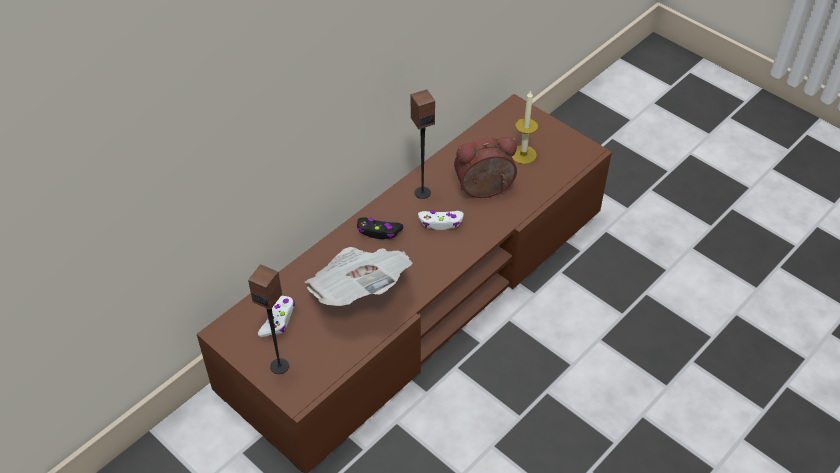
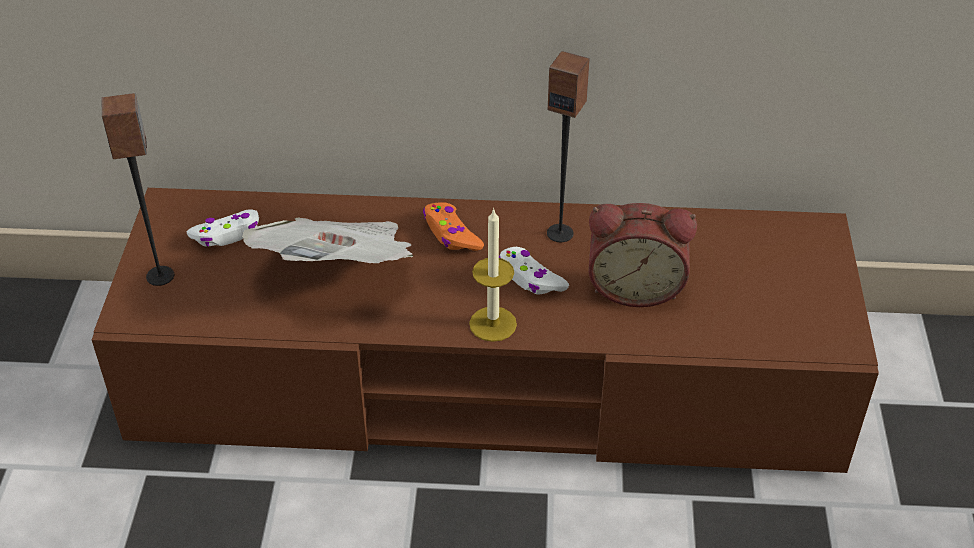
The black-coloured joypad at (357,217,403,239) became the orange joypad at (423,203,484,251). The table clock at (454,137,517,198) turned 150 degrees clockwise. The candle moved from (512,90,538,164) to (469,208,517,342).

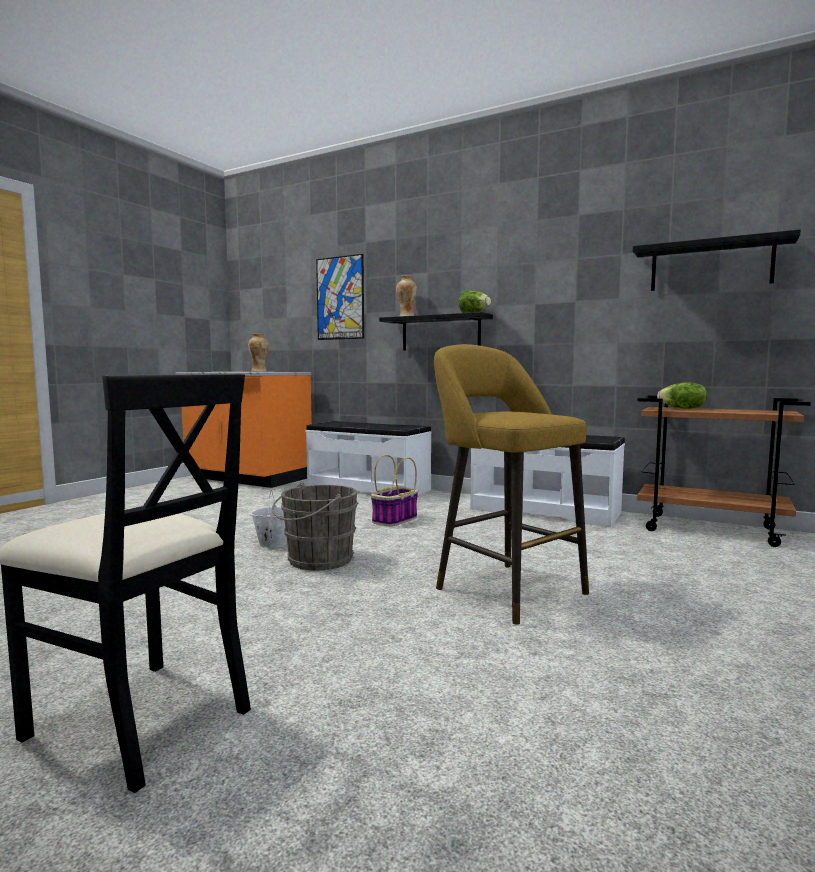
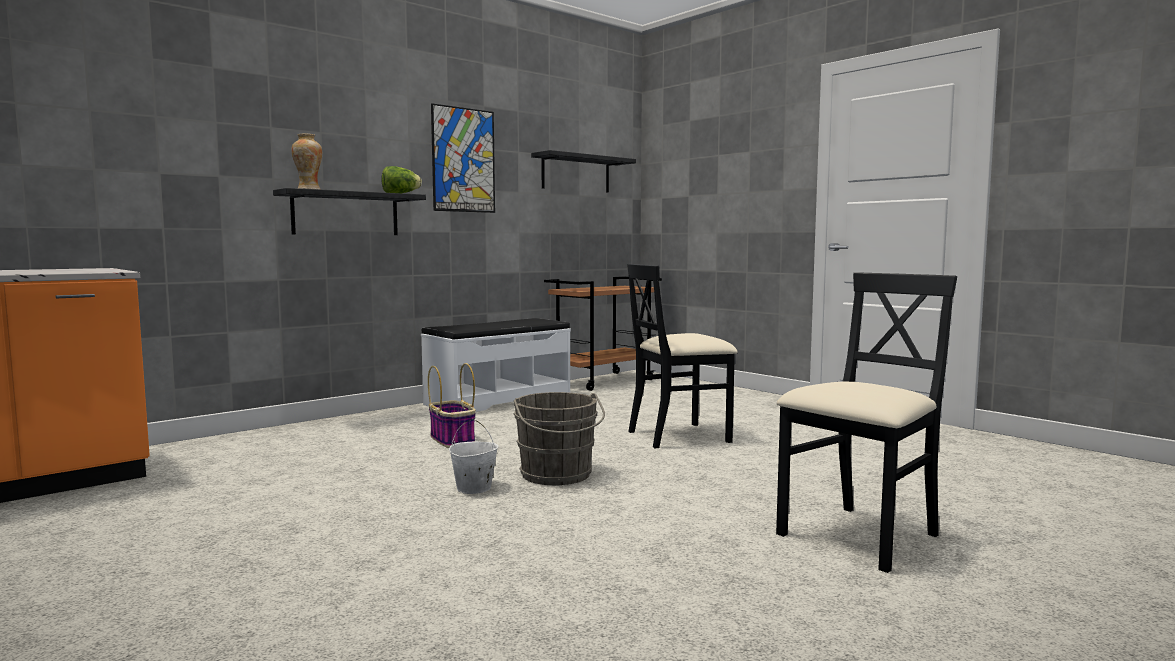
The flower vase at (248,333,269,372) disappeared. The white-coloured indoor bench at (306,421,432,496) disappeared. The wall art moved from (316,254,364,340) to (431,103,495,213). The yellowish stool seat at (434,344,589,625) was replaced by the black-coloured plain chair at (627,264,737,448). The lettuce head at (657,382,707,409) disappeared.

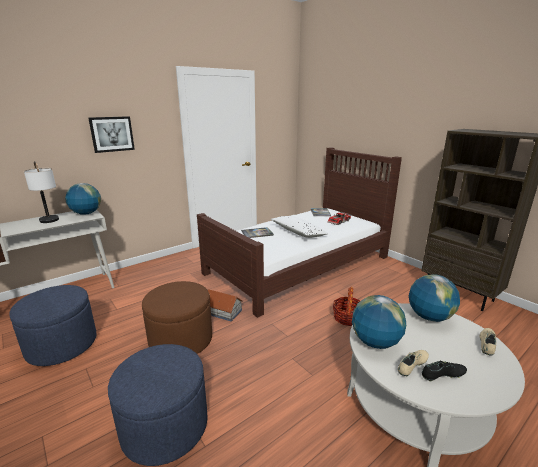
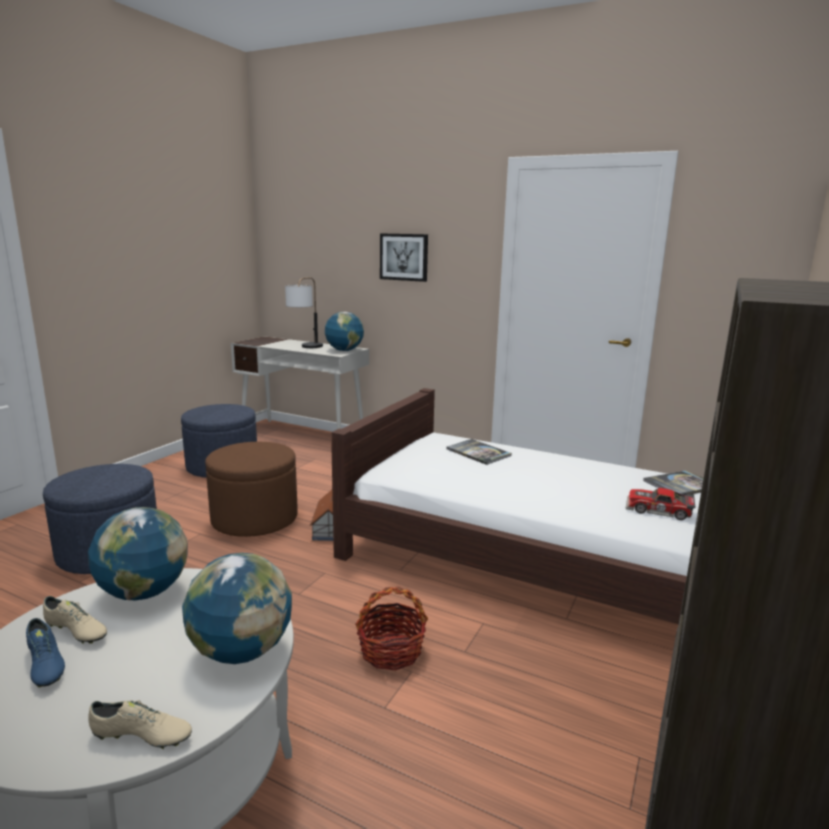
The white-coloured throw pillow at (271,216,329,238) disappeared. The black-coloured shoe at (422,360,467,382) became the blue shoe at (26,618,65,688).

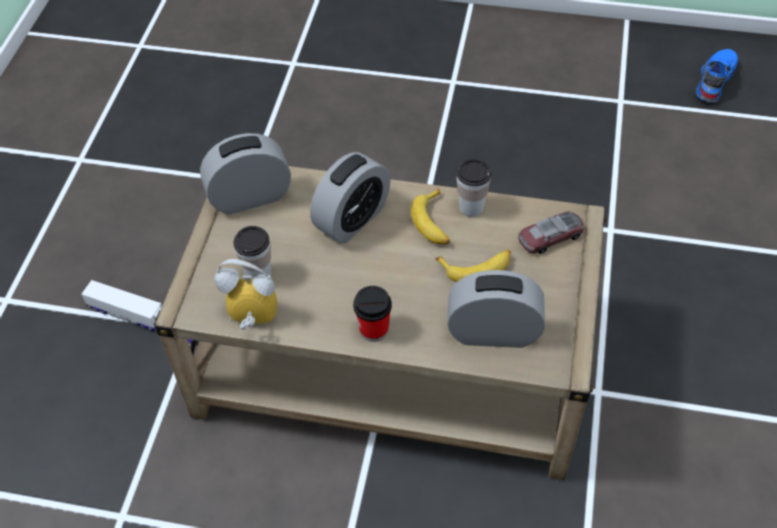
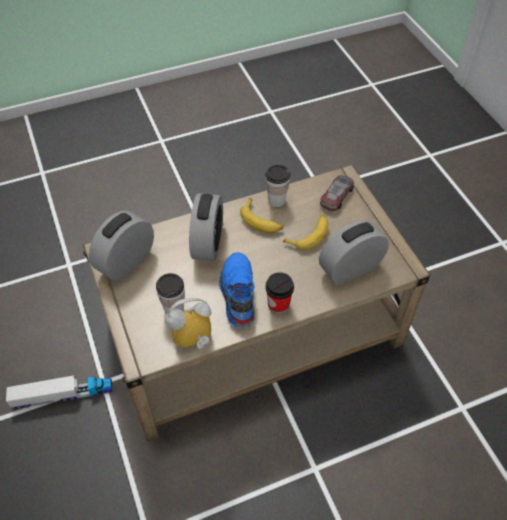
The blue shoe moved from (696,49,738,102) to (219,252,255,328).

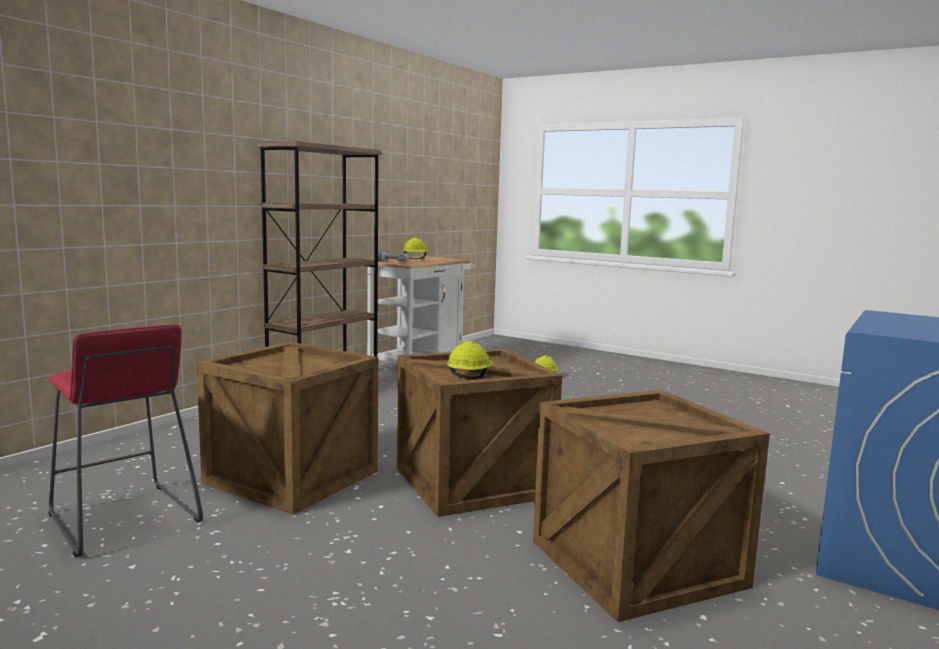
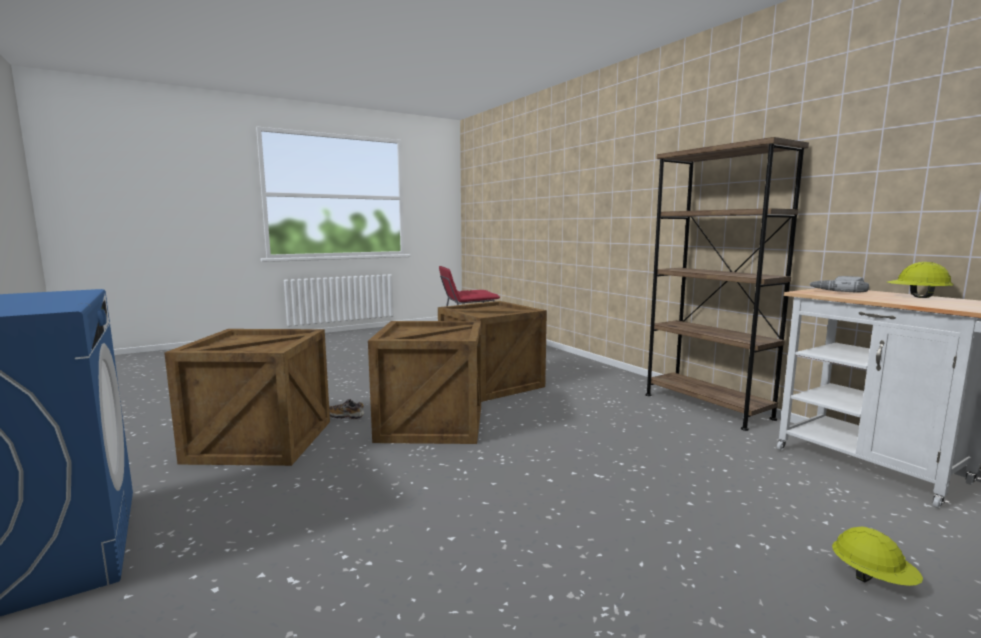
The yellowish safety helmet at (447,341,493,379) disappeared. The shoe at (329,399,364,420) appeared.

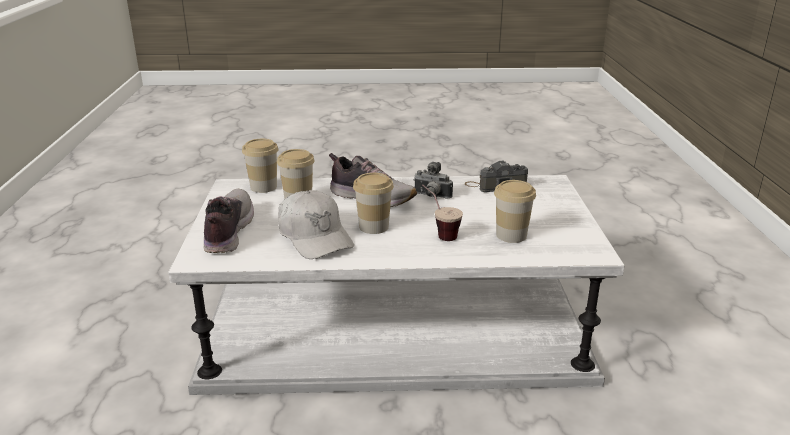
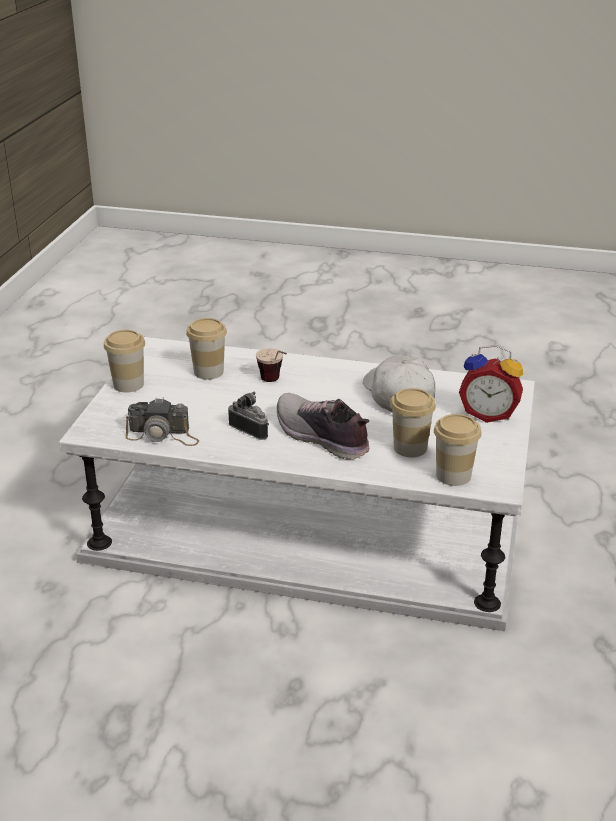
The shoe at (203,189,254,253) was replaced by the table clock at (459,345,523,423). The small cup moved from (353,173,394,234) to (104,330,145,392).

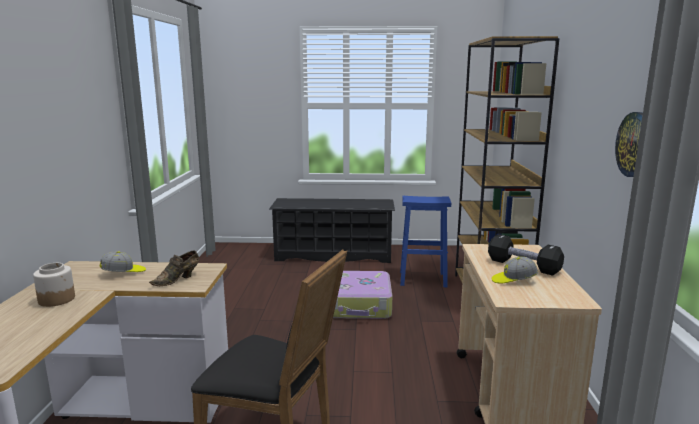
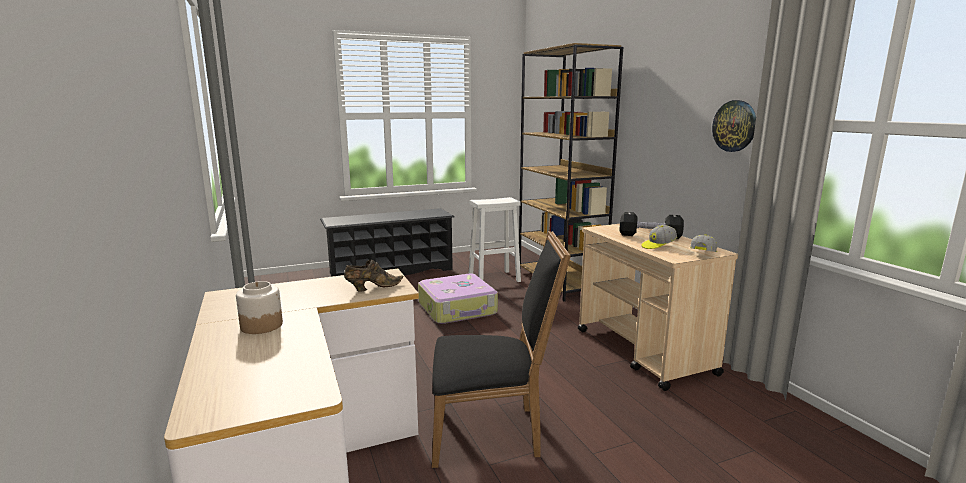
The baseball cap moved from (100,251,146,272) to (690,234,717,252). The brown shoe at (149,250,199,286) turned 135 degrees counterclockwise. The blue stool seat at (400,196,451,287) became the white-coloured stool seat at (469,197,521,282).

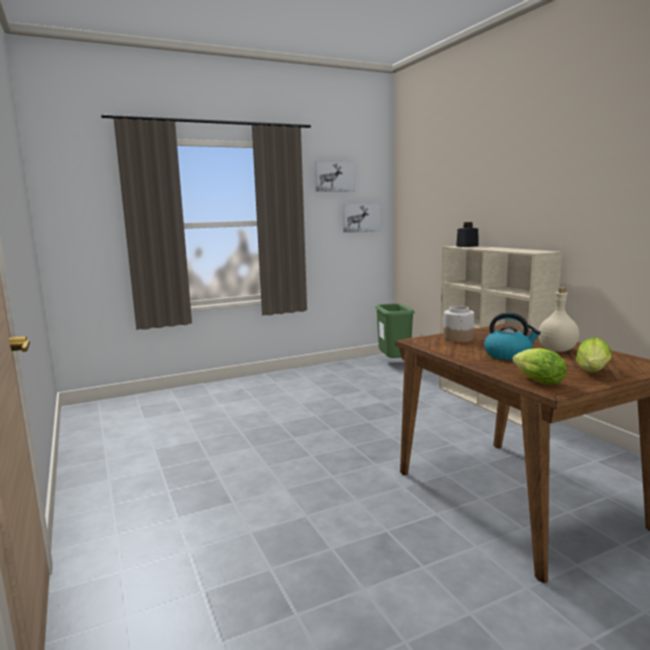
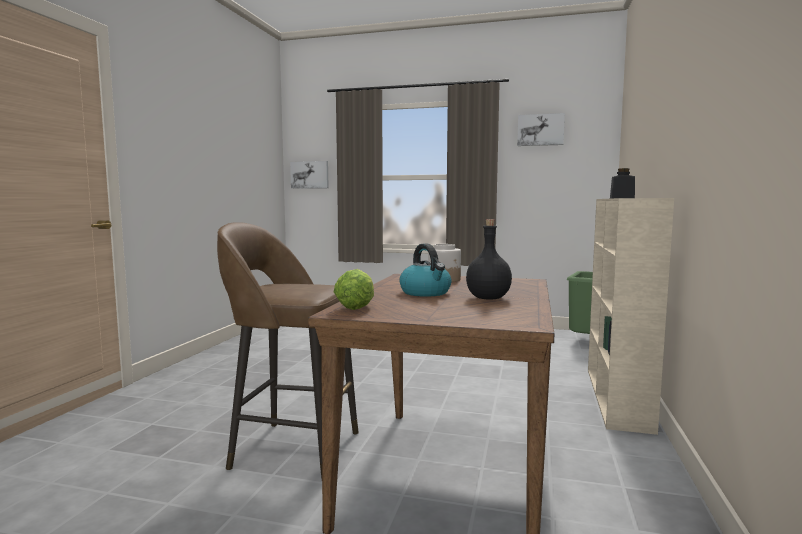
The wall art moved from (343,204,380,233) to (290,161,329,189). The sand-coloured drink bottle at (538,287,579,352) became the black-coloured drink bottle at (466,219,512,299). The lettuce head at (576,337,612,372) disappeared. The brown stool seat at (217,222,359,479) appeared.

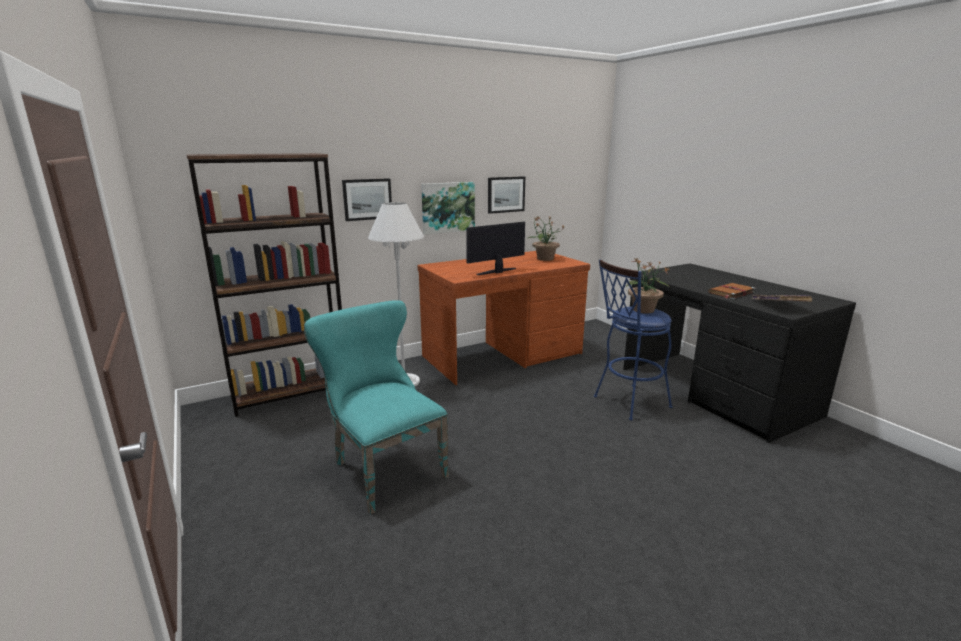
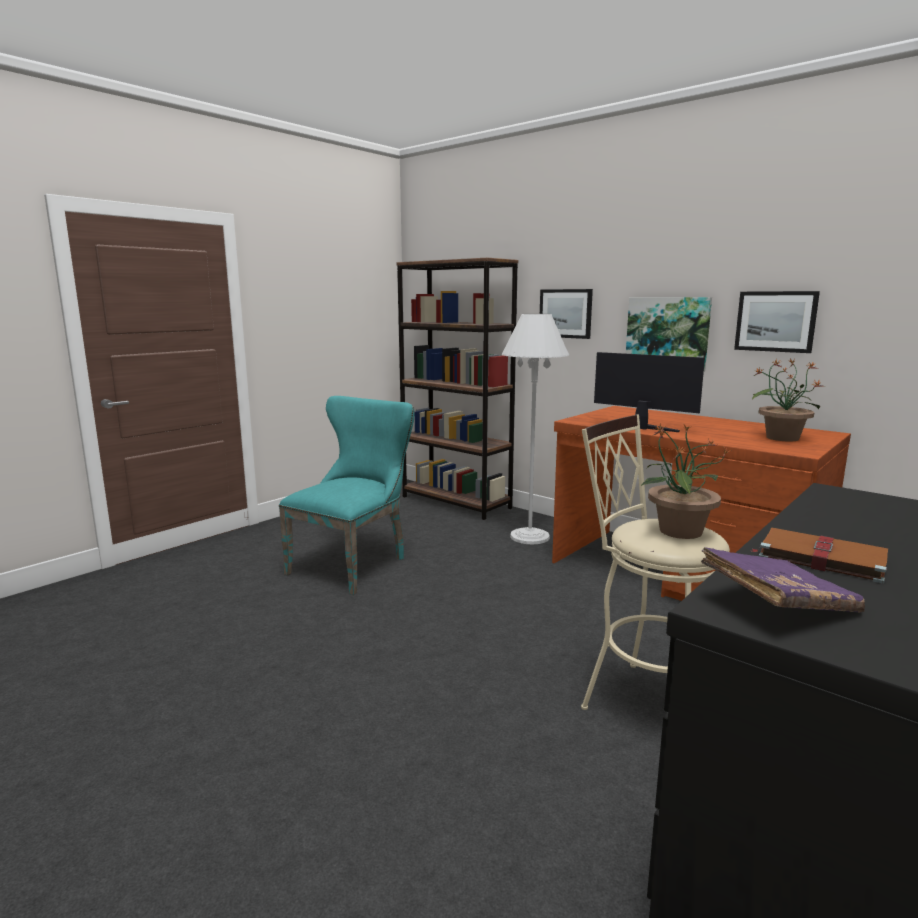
The blue stool seat at (594,259,673,420) became the sand-coloured stool seat at (581,414,730,710).

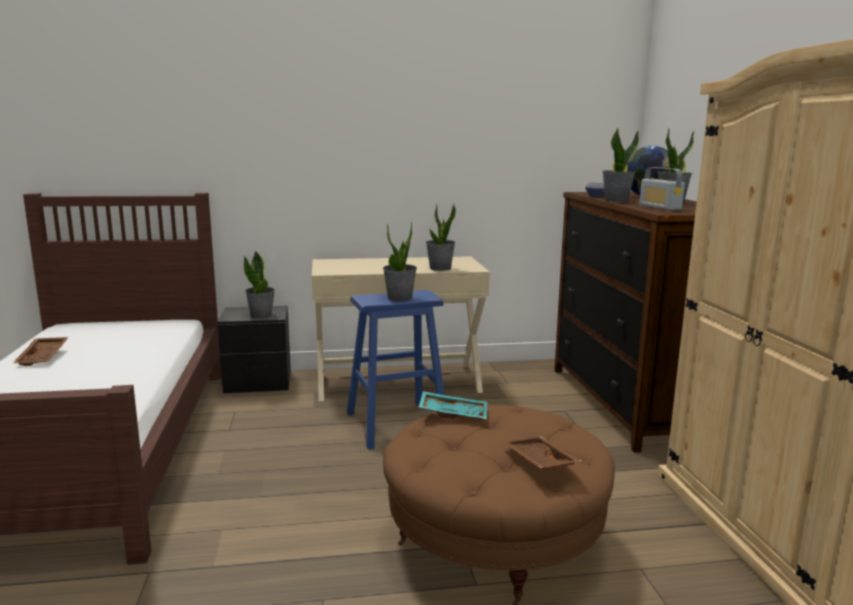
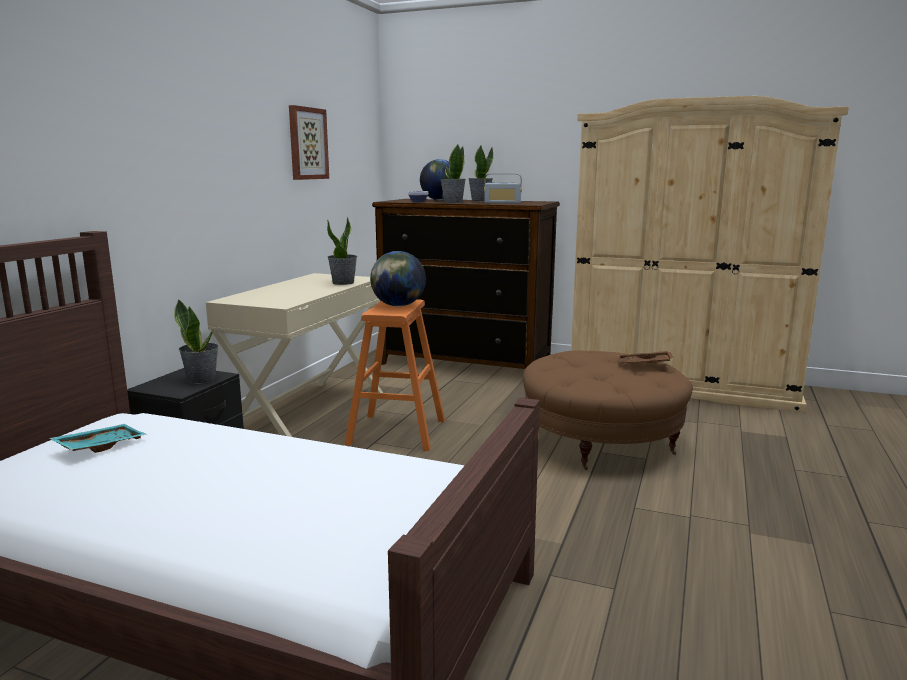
The brown carrying tray at (13,337,68,366) disappeared. The blue stool seat at (347,290,444,449) became the orange stool seat at (344,299,445,451). The plant in a pot at (383,222,417,301) was replaced by the world globe at (370,251,426,307). The blue-green carrying tray moved from (419,391,487,420) to (49,424,148,453). The wall art at (289,105,329,180) appeared.

